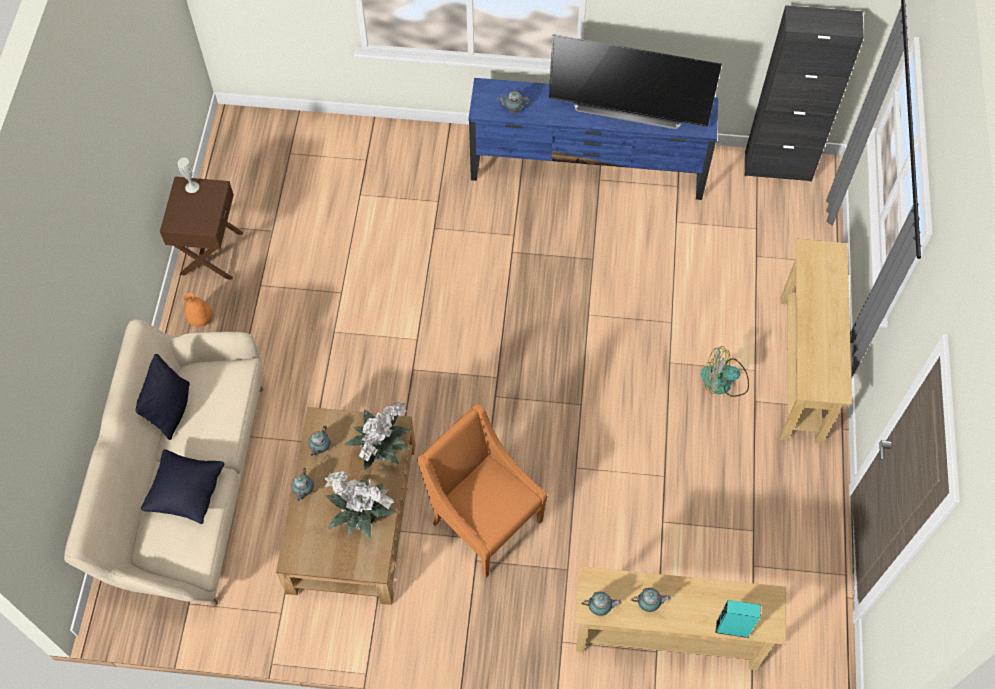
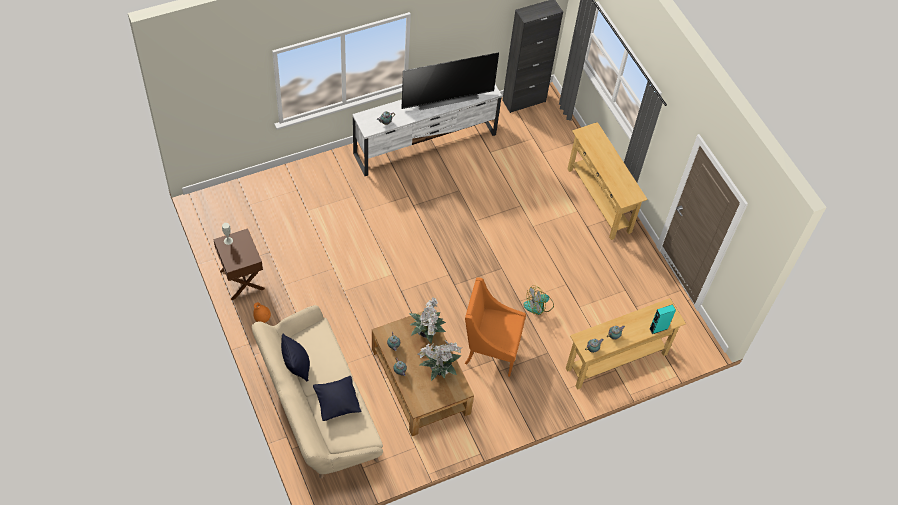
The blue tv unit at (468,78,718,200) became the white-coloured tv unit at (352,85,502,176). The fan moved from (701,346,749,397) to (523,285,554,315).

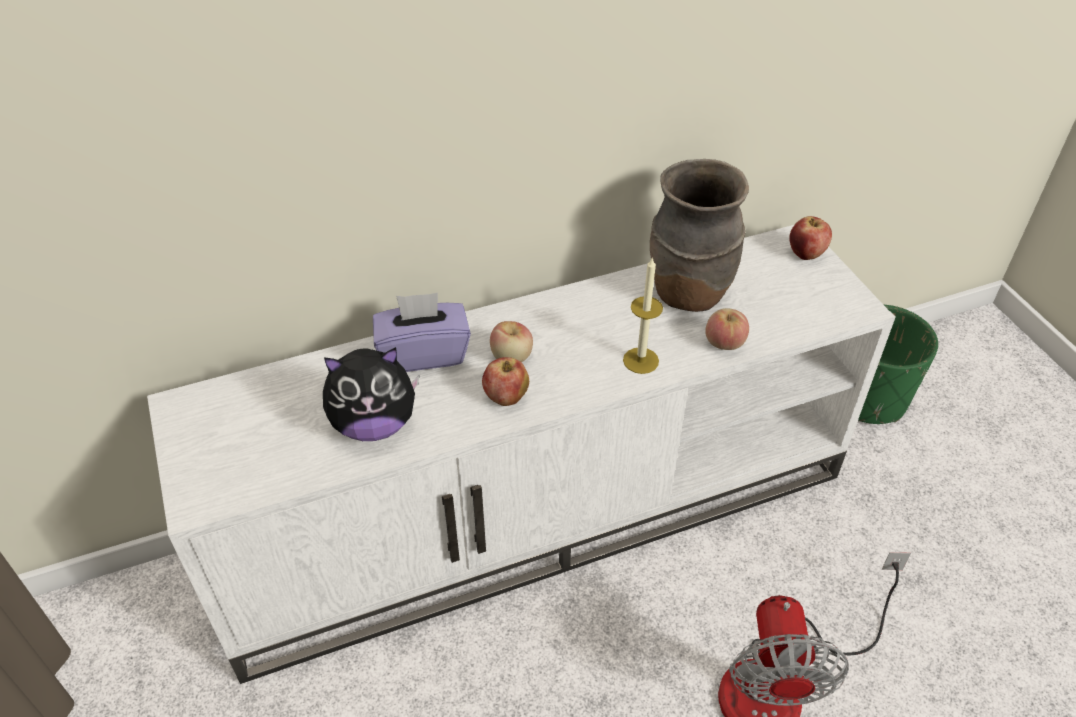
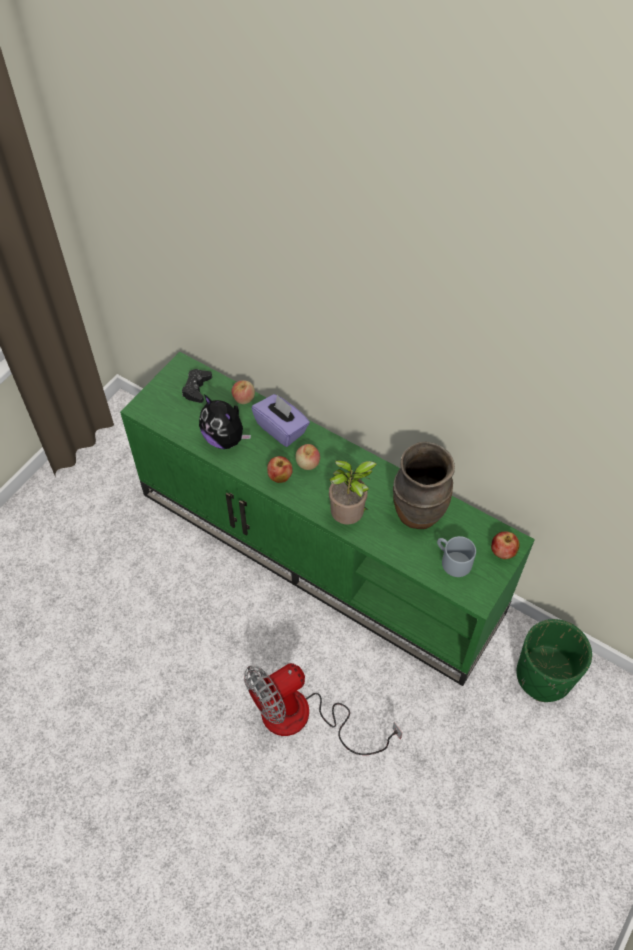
The white-coloured tv unit at (147,225,896,684) became the green-coloured tv unit at (120,352,535,686). The candle at (623,257,663,374) was replaced by the plant in a pot at (329,460,377,525). The whole apple moved from (705,308,749,350) to (231,380,255,404). The black-coloured joypad at (182,369,212,403) appeared. The gray tea mug at (437,536,476,577) appeared.

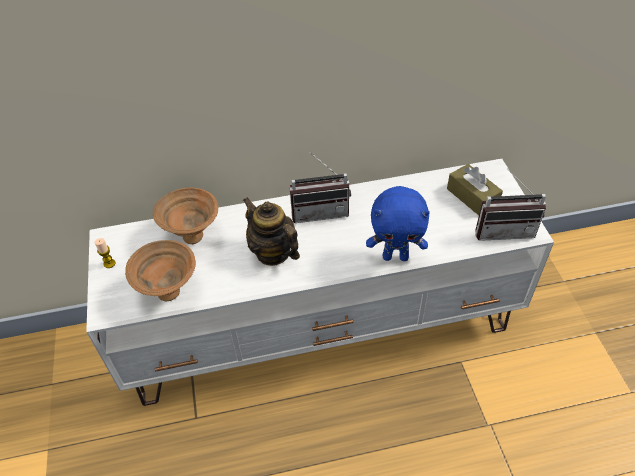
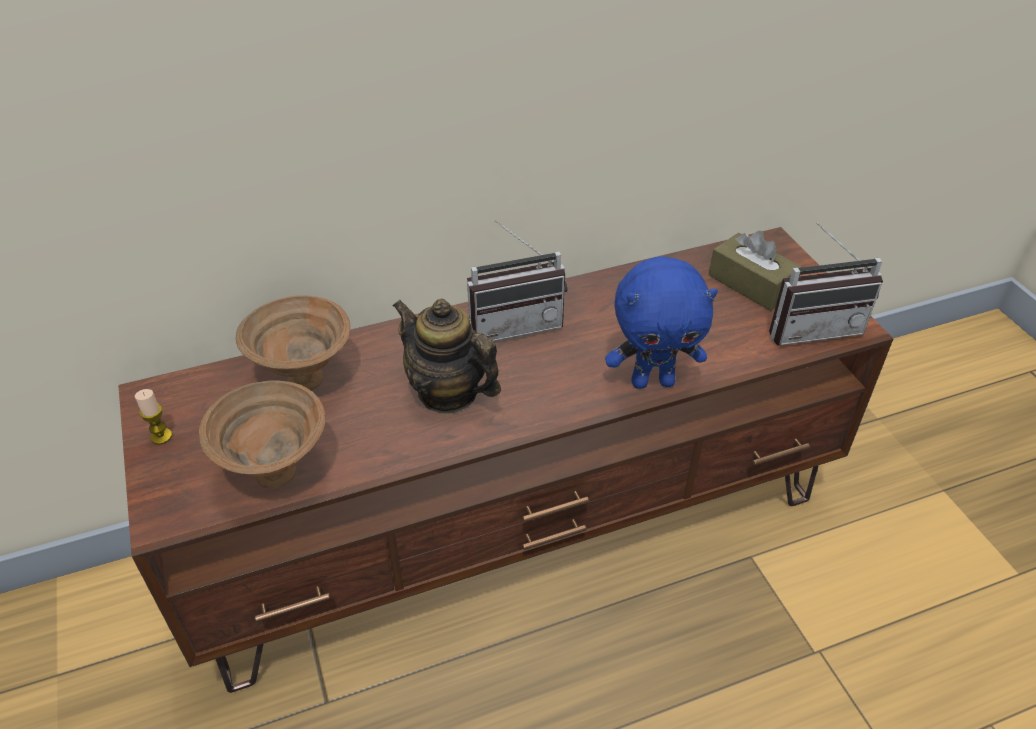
The white-coloured tv unit at (86,159,554,406) became the brown tv unit at (118,227,893,693).

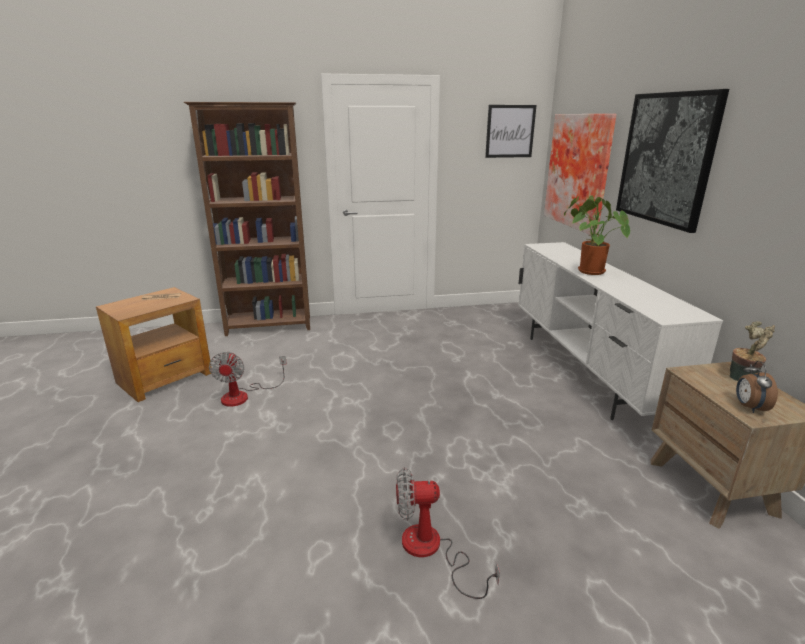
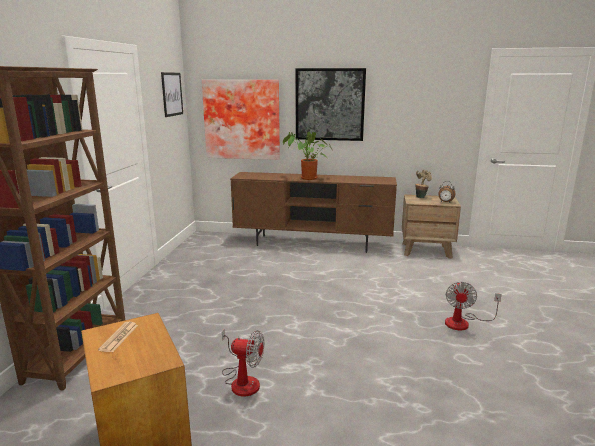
The white-coloured tv unit at (518,242,723,420) became the brown tv unit at (230,172,397,253).

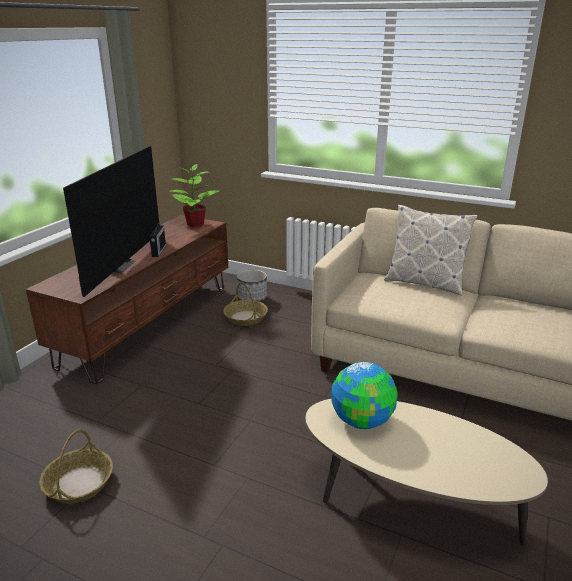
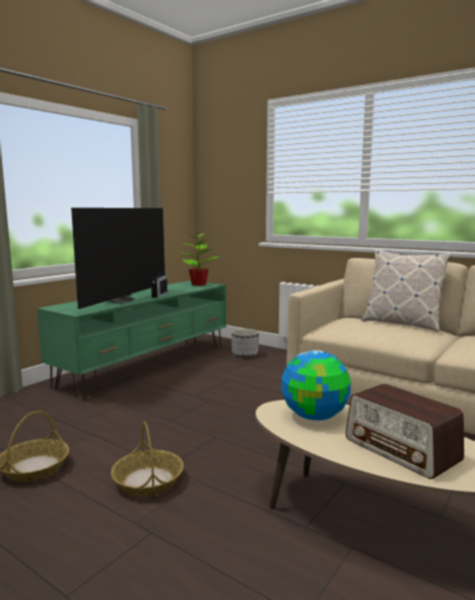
The brown tv unit at (26,215,228,384) became the green-coloured tv unit at (37,281,226,401). The household basket moved from (223,282,268,326) to (111,421,184,497). The radio set at (346,384,464,479) appeared.

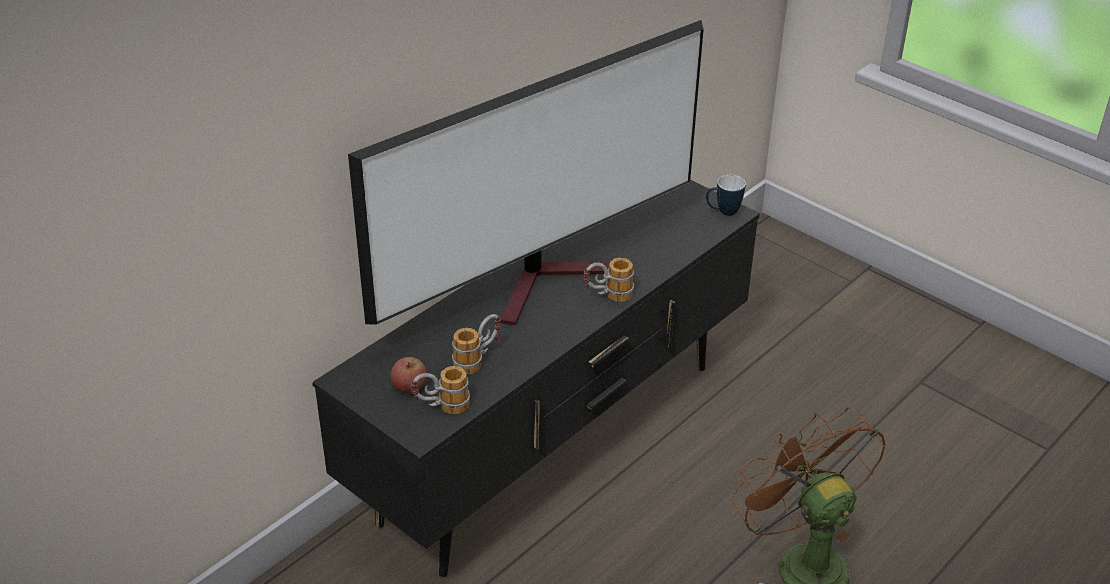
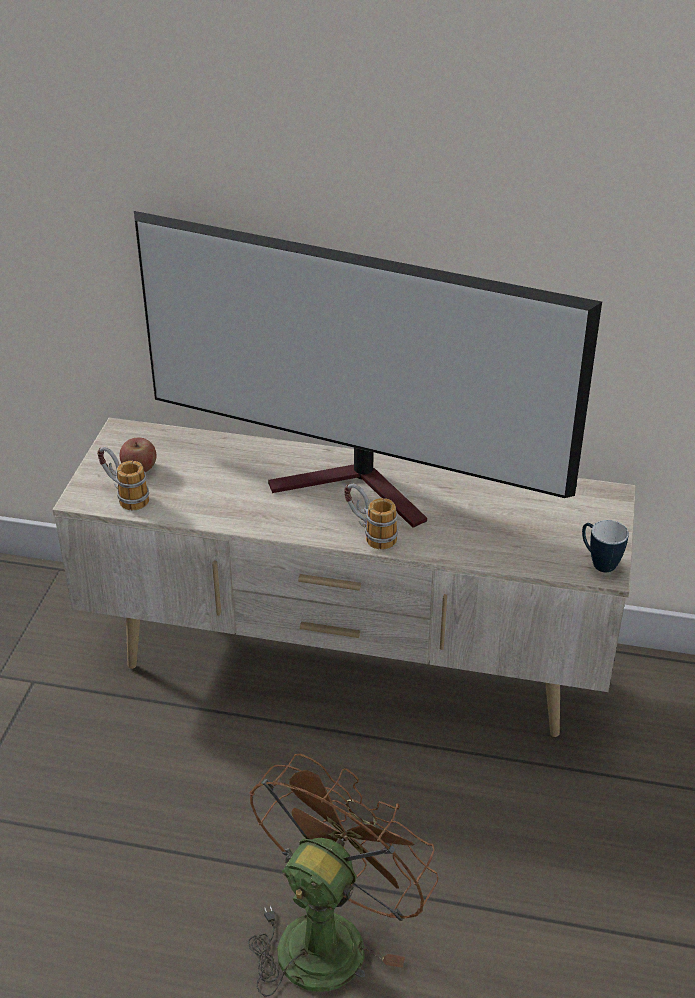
The black-coloured tv unit at (312,180,760,577) became the sand-coloured tv unit at (53,418,636,737). The tea mug at (452,314,501,374) disappeared.

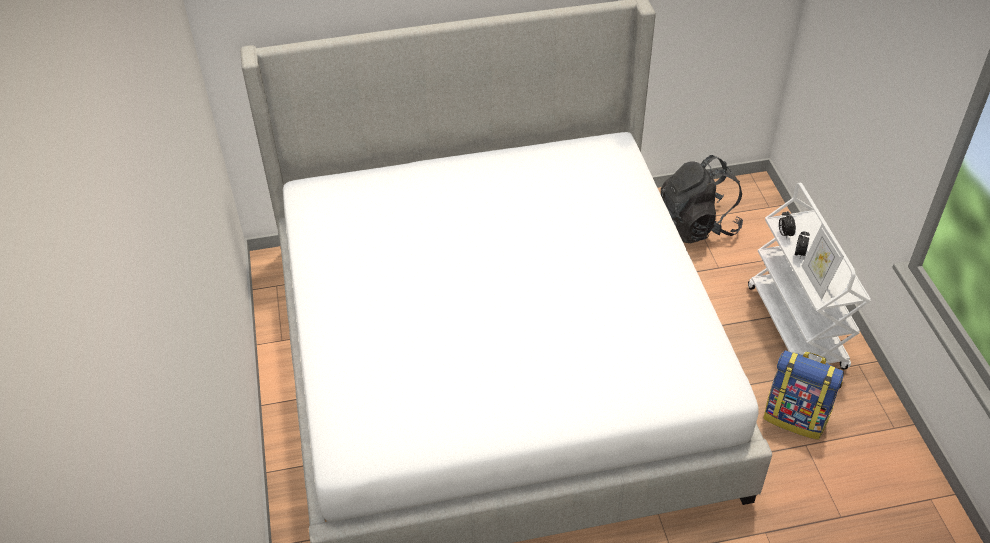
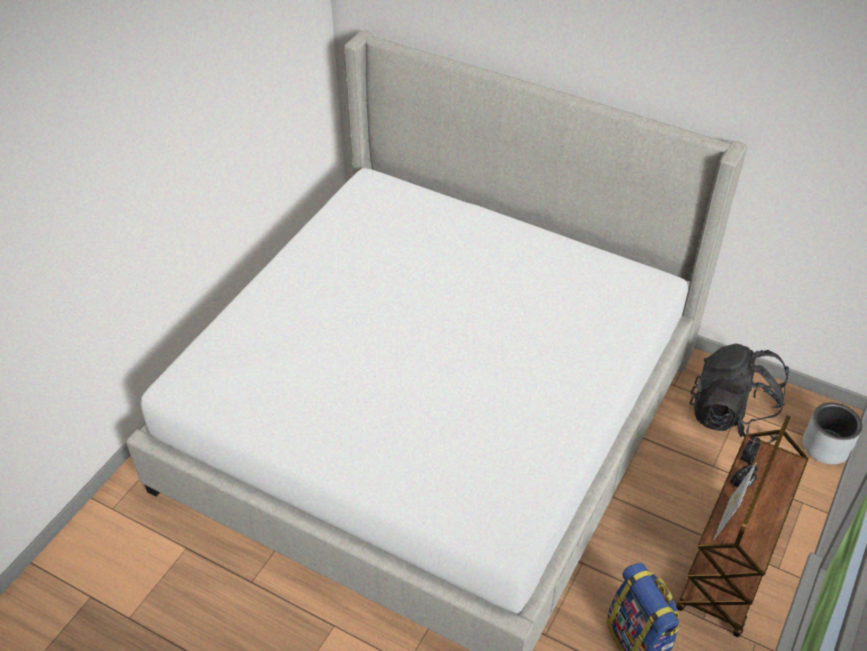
The white-coloured wheeled cart at (748,183,871,370) became the brown wheeled cart at (676,415,808,637). The gray plant pot at (803,403,862,464) appeared.

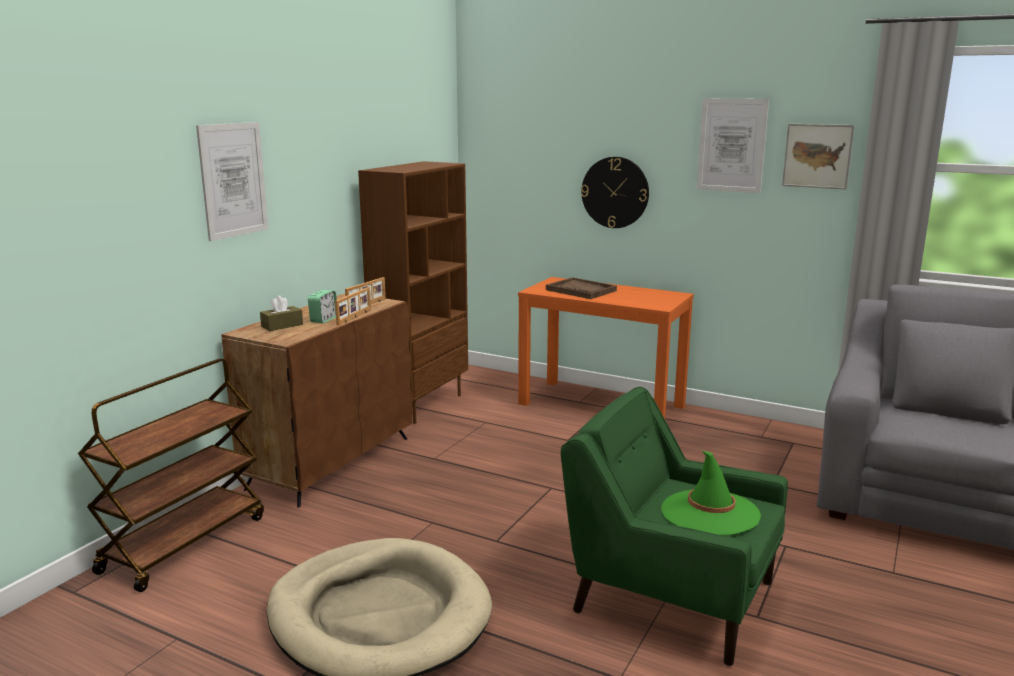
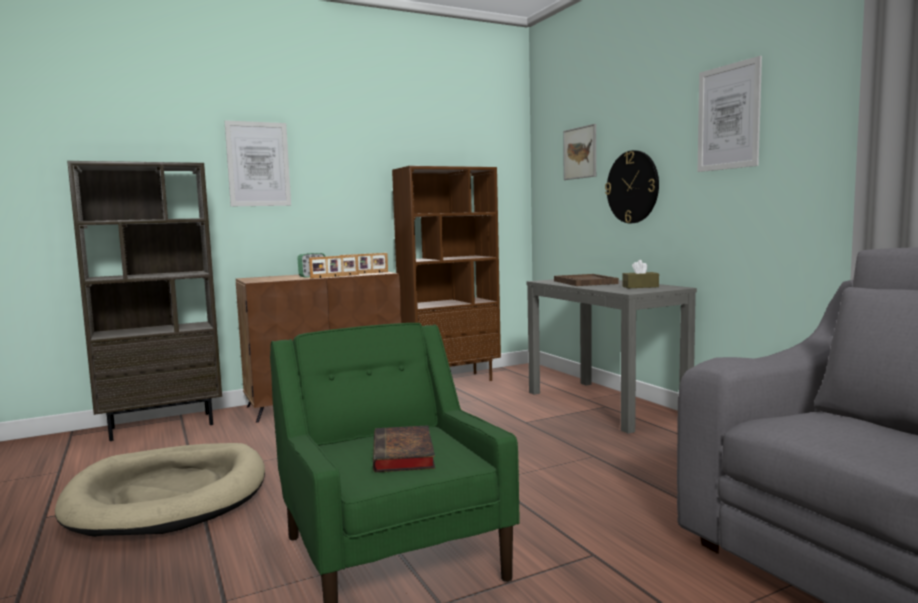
The brown wheeled cart at (78,358,264,592) was replaced by the brown shelving unit at (67,161,222,441). The brown box of tissues moved from (260,295,303,331) to (622,260,659,288). The orange console table at (518,277,694,419) became the gray console table at (526,279,697,434). The green-coloured wearable hat at (661,450,761,535) was replaced by the volume at (373,425,435,472). The wall art moved from (782,124,855,189) to (563,124,596,180).

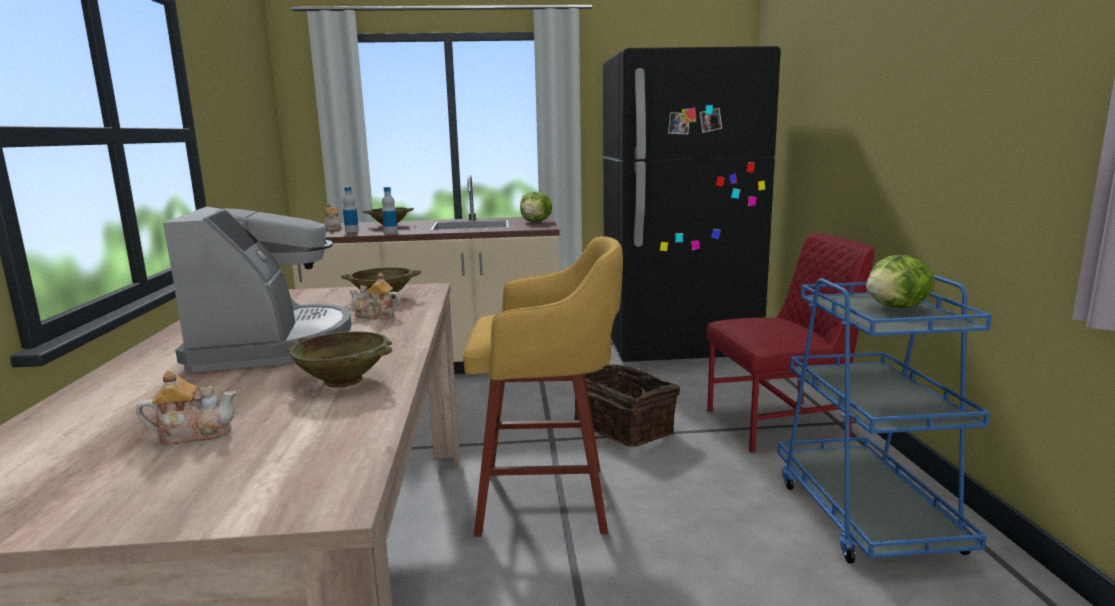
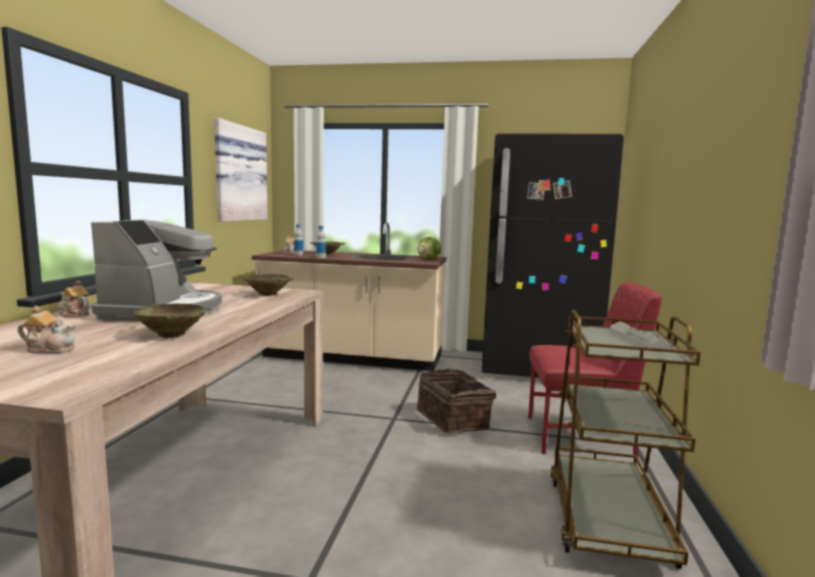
The teapot moved from (349,272,401,320) to (58,280,89,317). The yellowish stool seat at (463,236,623,537) disappeared. The blue wheeled cart at (777,275,992,563) became the brown wheeled cart at (550,310,701,569). The lettuce head at (866,255,935,308) was replaced by the gray carrying tray at (610,321,671,349). The wall art at (214,118,268,222) appeared.

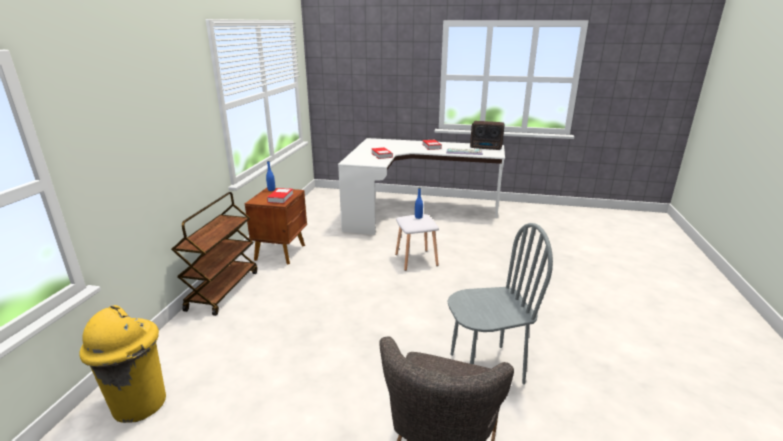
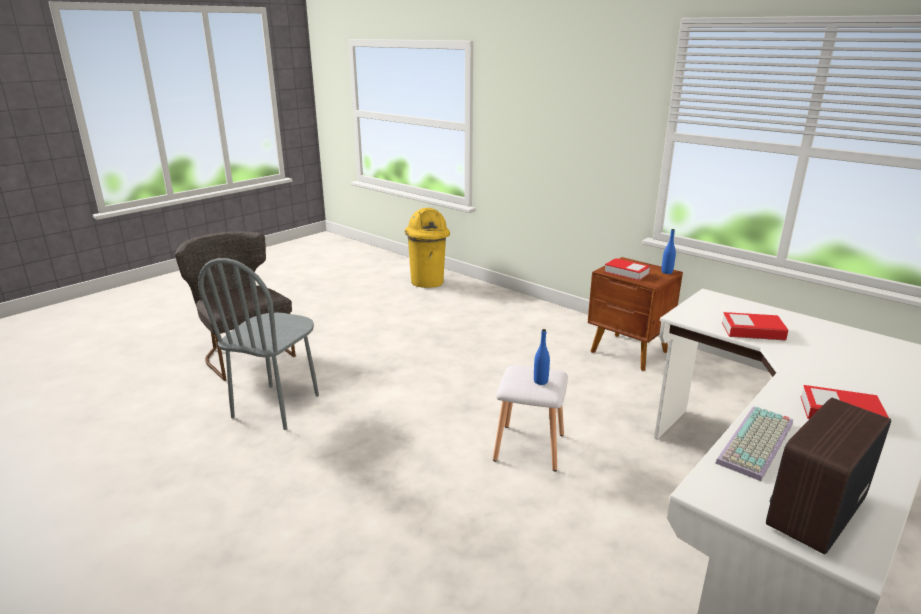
The brown wheeled cart at (171,192,258,316) disappeared.

